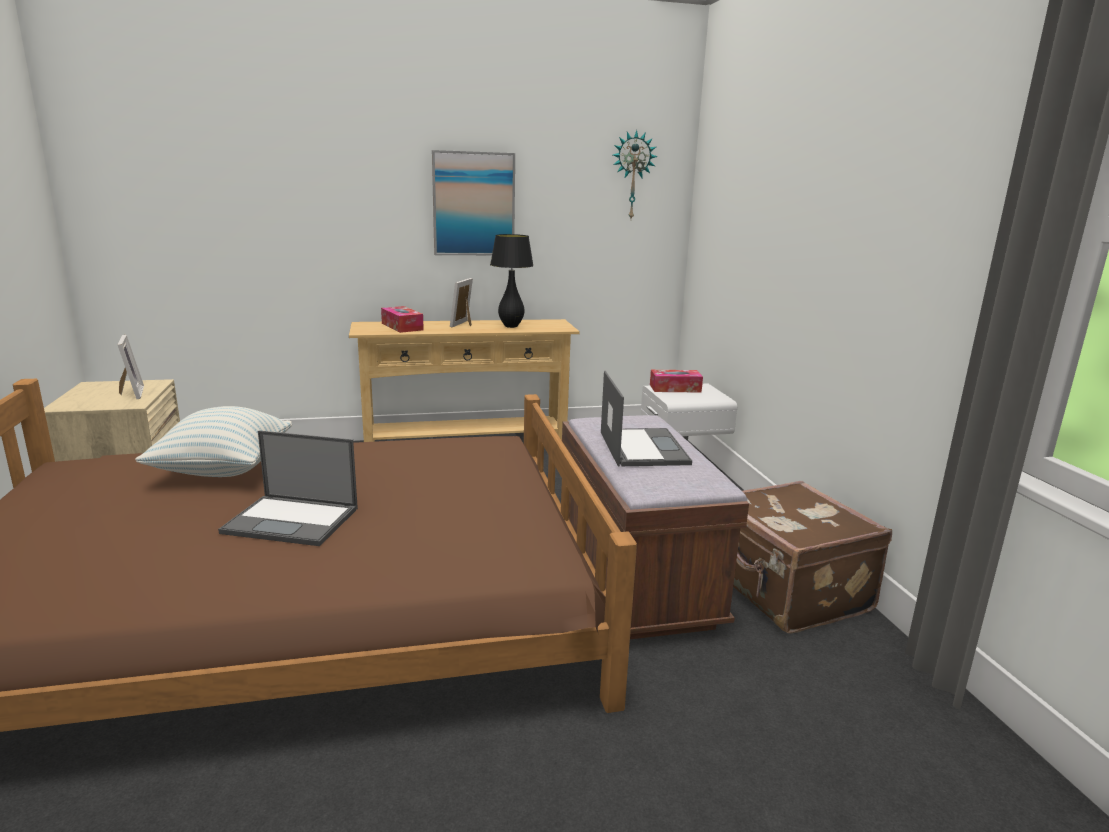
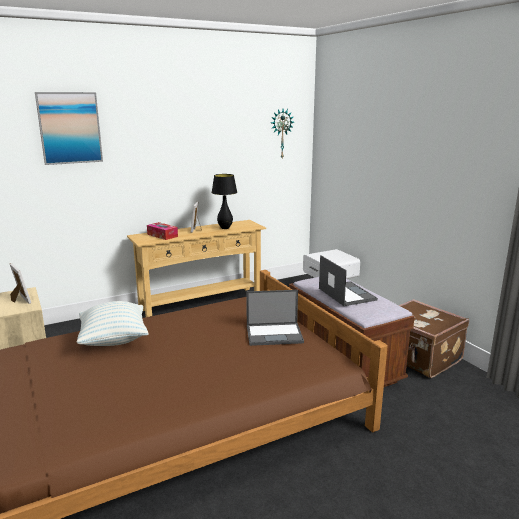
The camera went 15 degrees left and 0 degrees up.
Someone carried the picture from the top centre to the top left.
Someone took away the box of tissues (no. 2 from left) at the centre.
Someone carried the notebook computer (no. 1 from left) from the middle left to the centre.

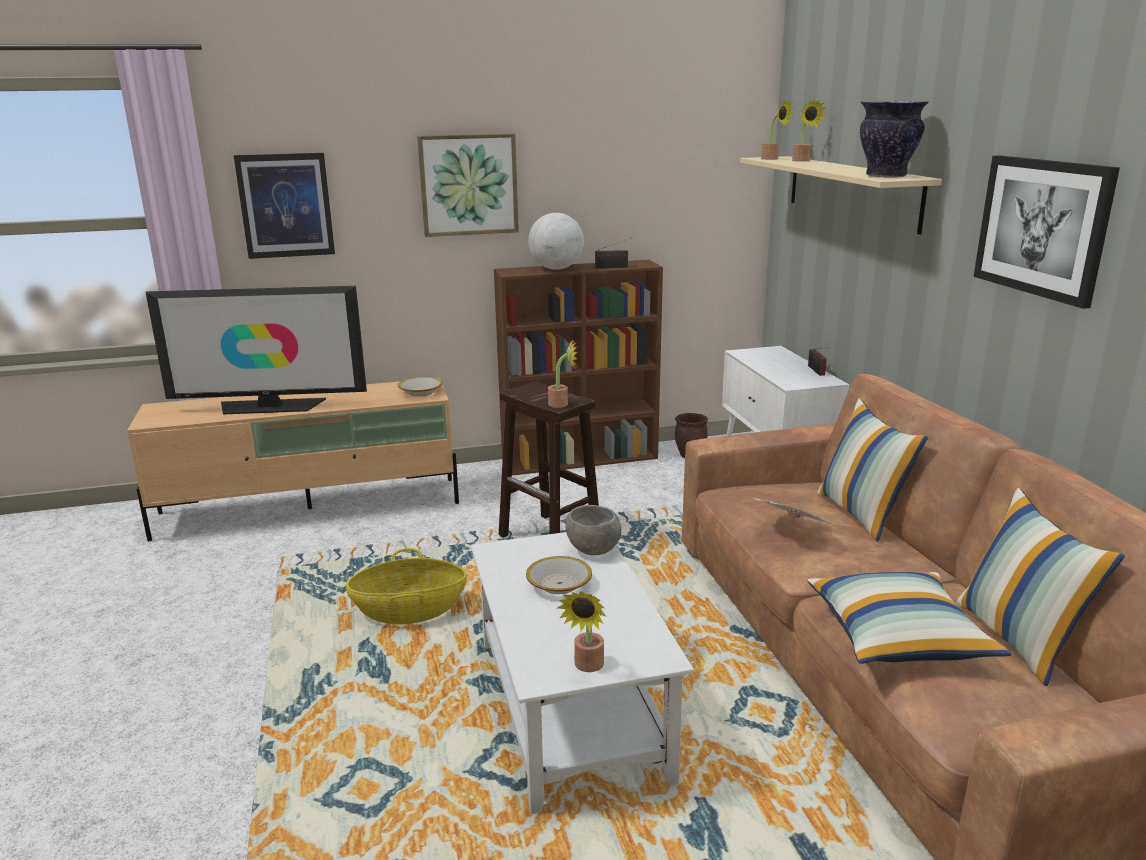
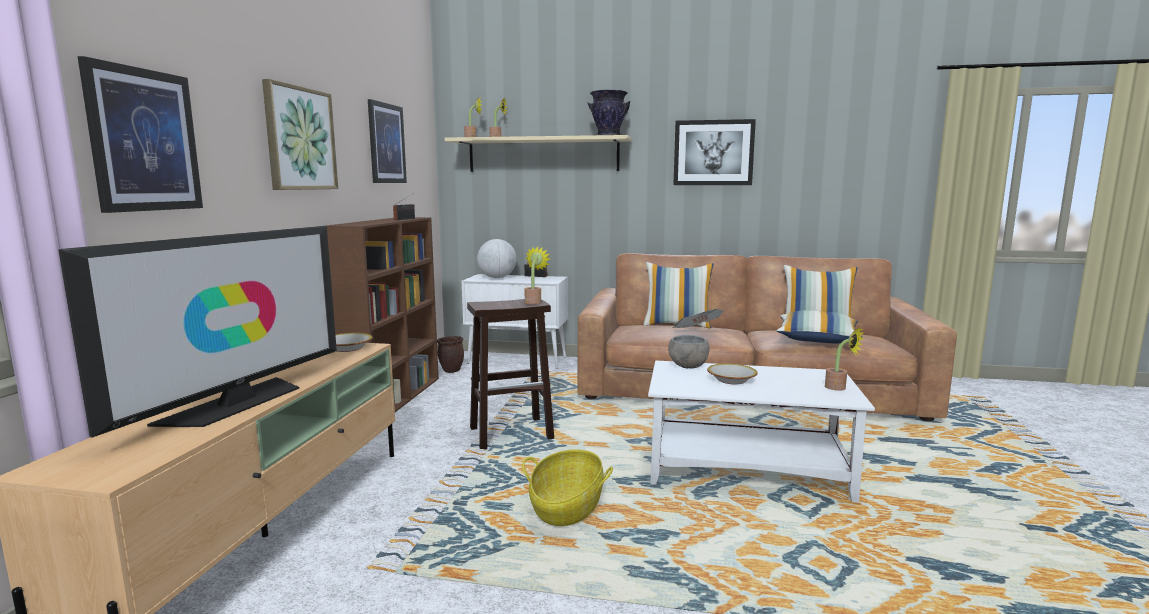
The camera went 65 degrees left and 10 degrees down.
Someone carried the desk globe from the top centre to the centre.
Someone put up the picture (no. 3 from left) at the top centre.

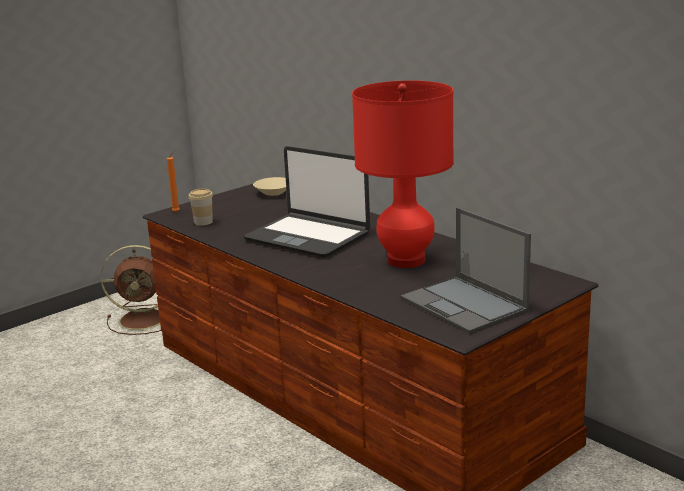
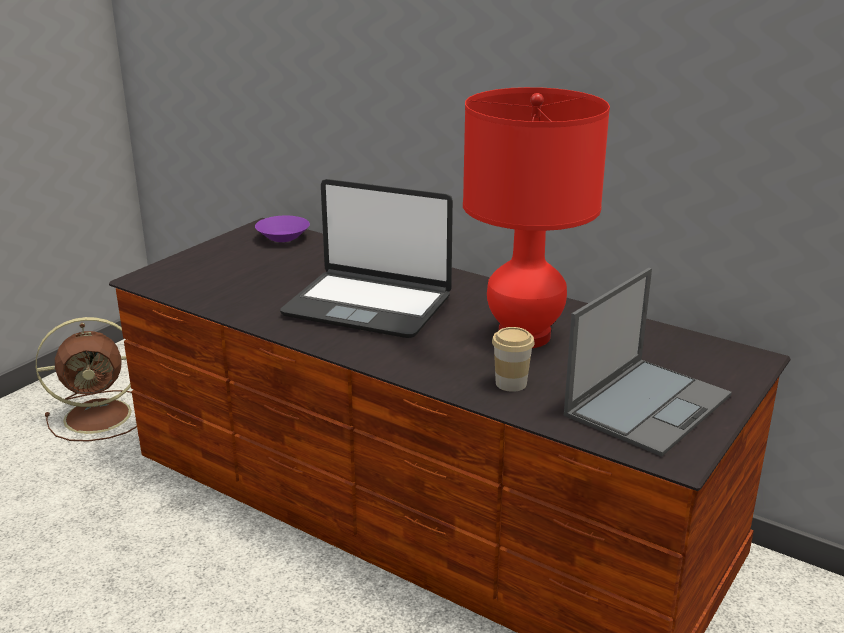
The camera went 15 degrees left and 5 degrees up.
Someone took away the wax candle (orange-coloured) at the middle left.
Someone repainted the serving bowl (sand-coloured) at the centre, which became the serving bowl (purplish) at the centre.
Someone carried the small cup from the middle left to the centre.
Someone rotated the notebook computer (no. 2 from left) at the middle right by 90 degrees counterclockwise.

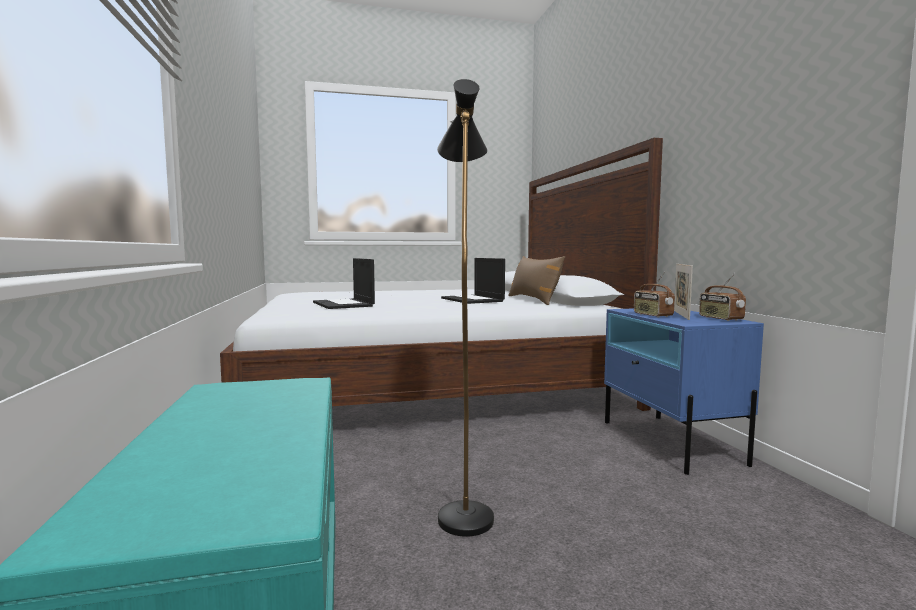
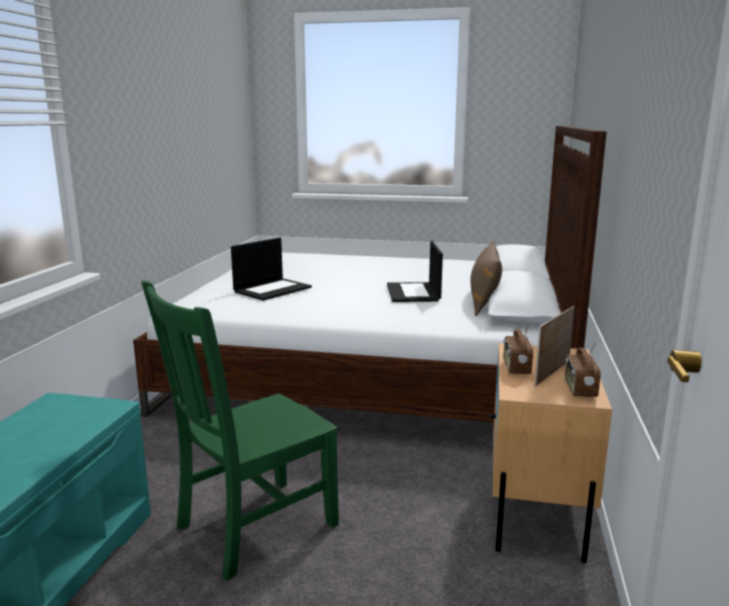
The camera went 25 degrees right and 10 degrees up.
Someone swapped the floor lamp (black) at the centre for the plain chair (green) at the bottom left.
Someone rotated the notebook computer (no. 1 from left) at the centre by 135 degrees counterclockwise.
Someone repainted the night table (bluish) at the middle right, which became the night table (sand-coloured) at the bottom right.

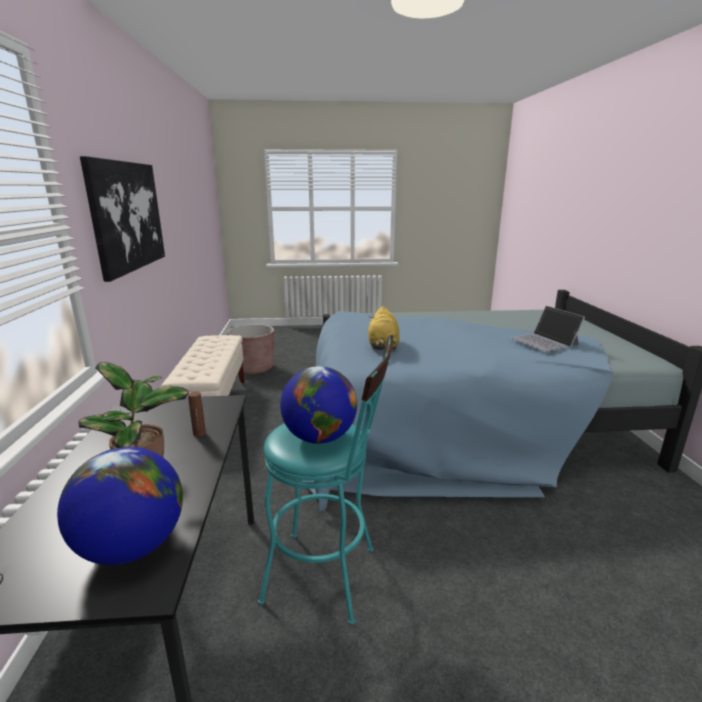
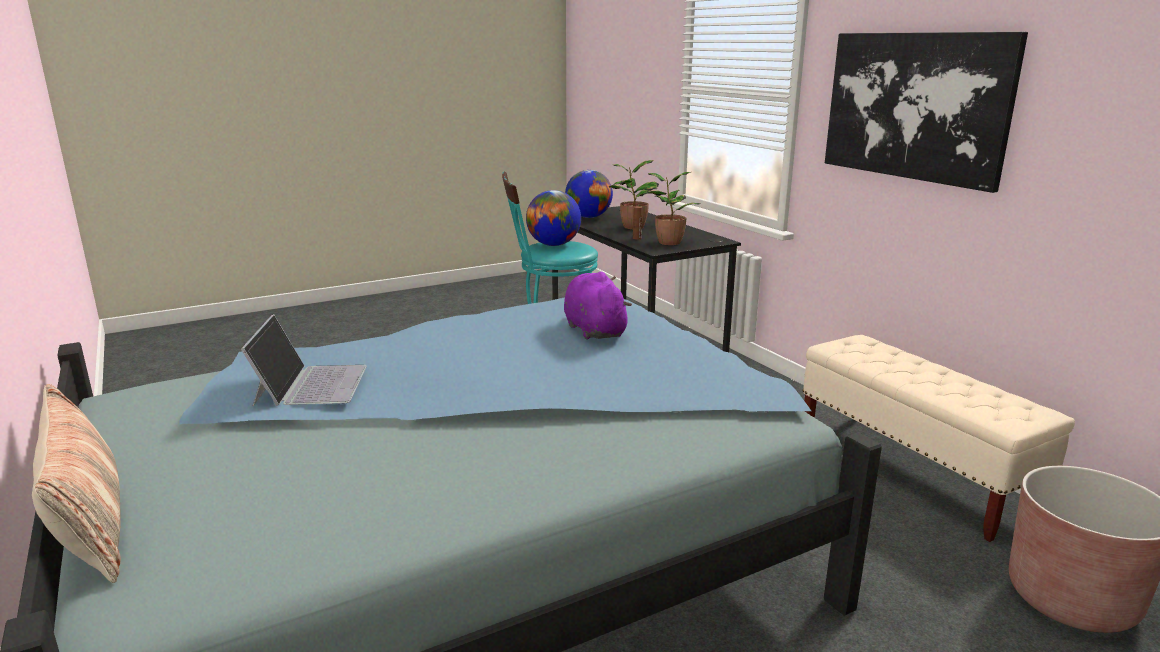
The camera went 155 degrees right and 0 degrees up.
Someone repainted the cuddly toy (yellowish) at the centre, which became the cuddly toy (purplish) at the centre.
Someone rotated the notebook computer at the middle right by 45 degrees clockwise.
Someone put down the plant in a pot (no. 2 from left) at the top centre.
Someone put down the throw pillow at the bottom left.

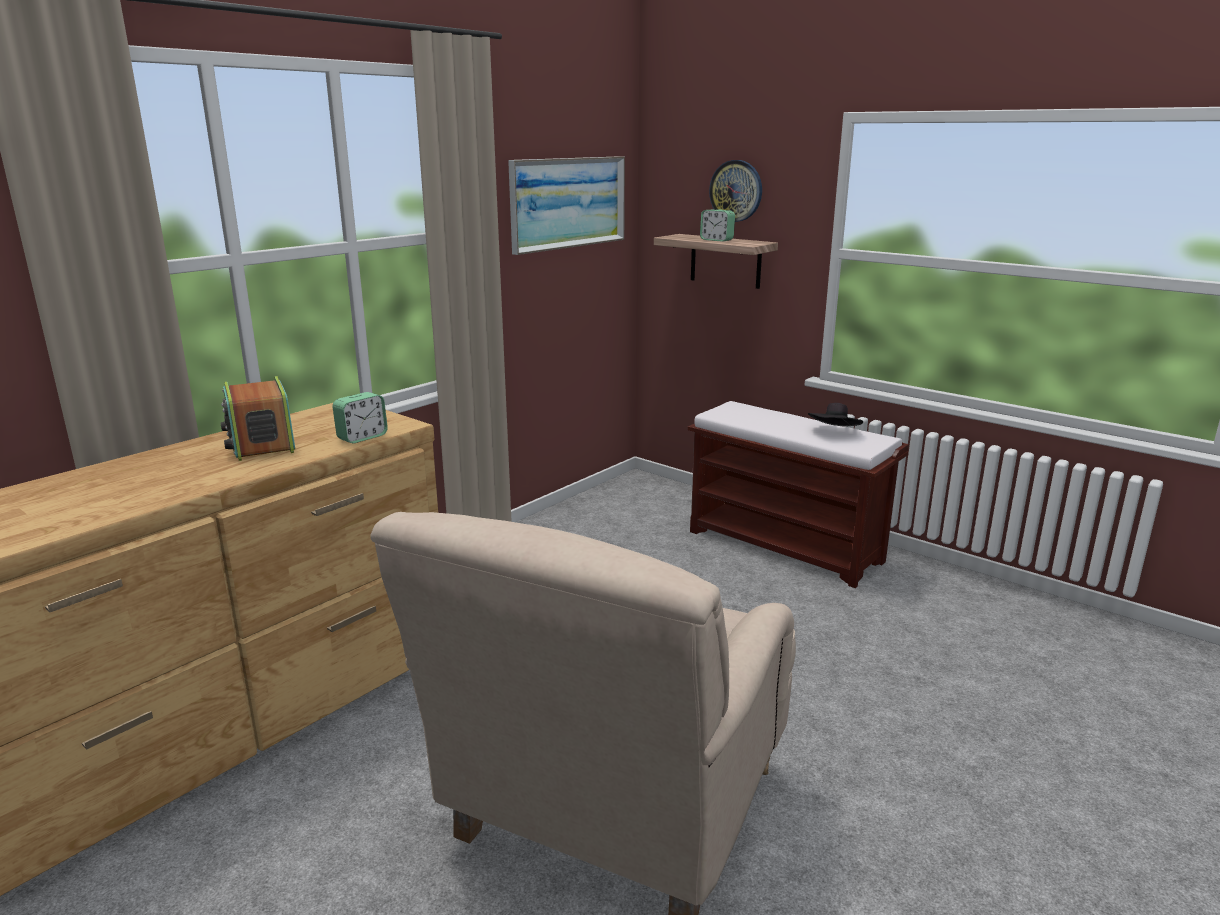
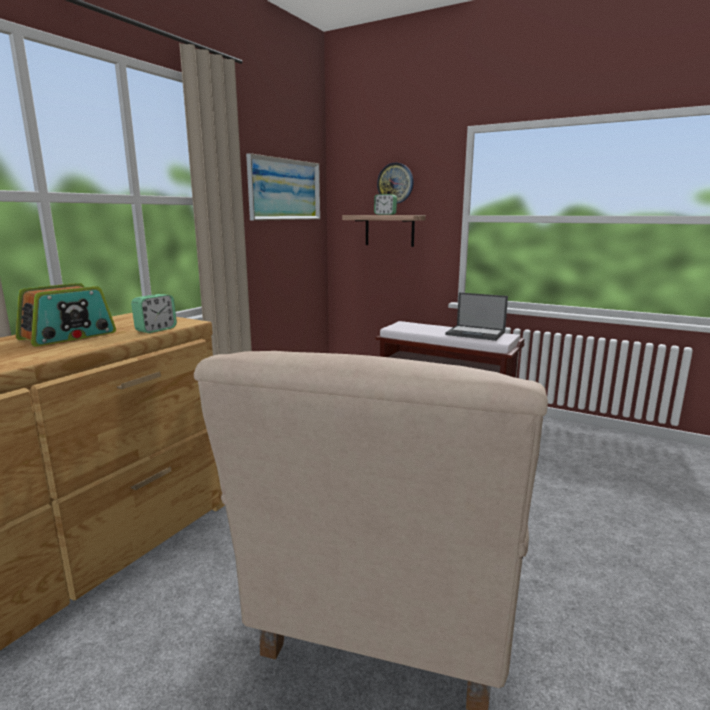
The camera went 10 degrees left and 5 degrees down.
Someone rotated the radio at the middle left by 105 degrees counterclockwise.
Someone swapped the wearable hat (black) at the middle right for the notebook computer at the middle right.

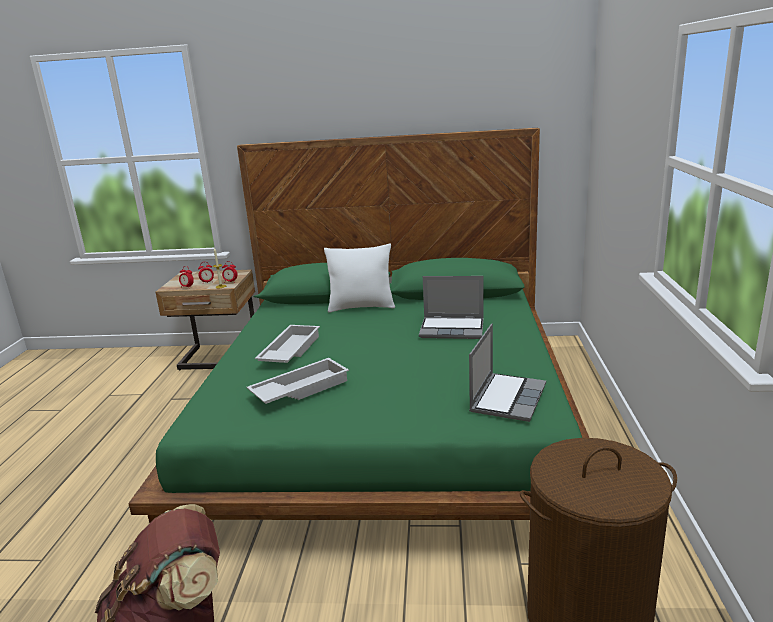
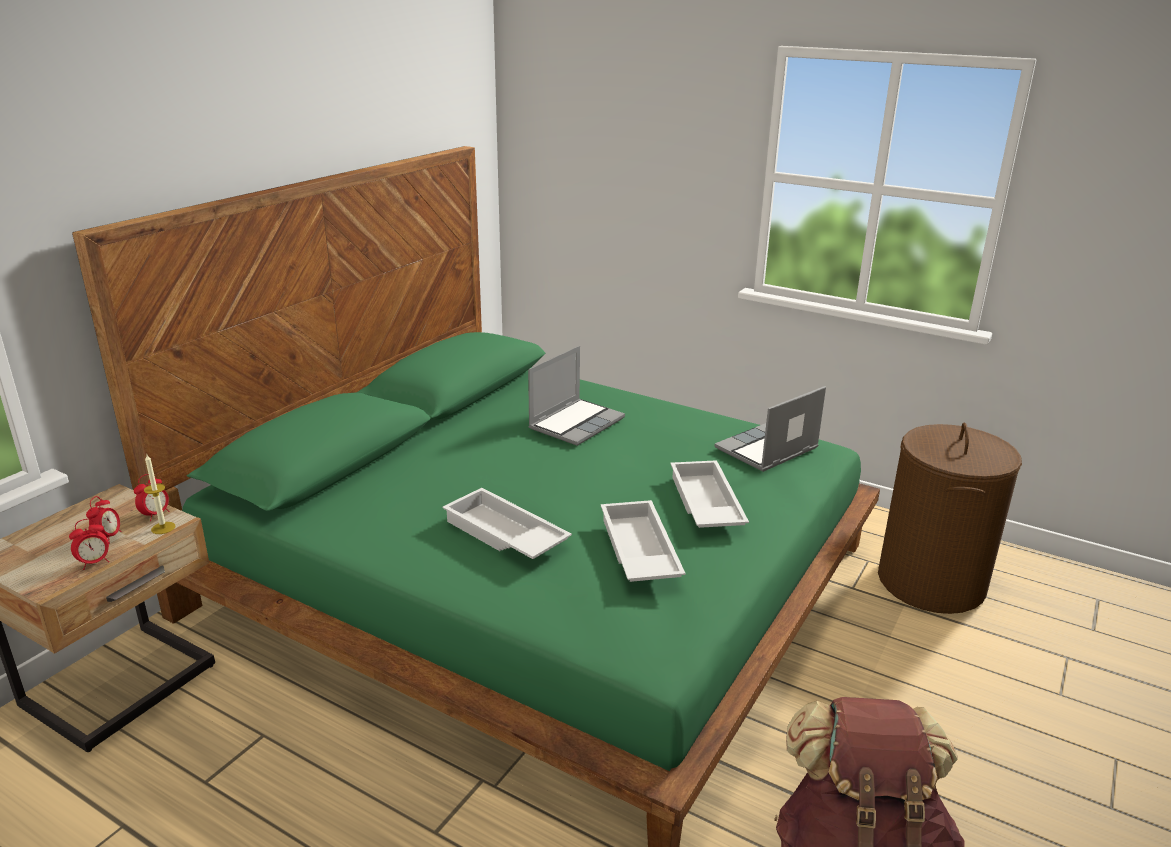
The camera went 65 degrees left and 5 degrees up.
Someone took away the throw pillow (white-coloured) at the centre.
Someone rotated the notebook computer (no. 2 from left) at the centre by 90 degrees counterclockwise.
Someone put down the carrying tray (white-coloured) (no. 3 from left) at the centre.

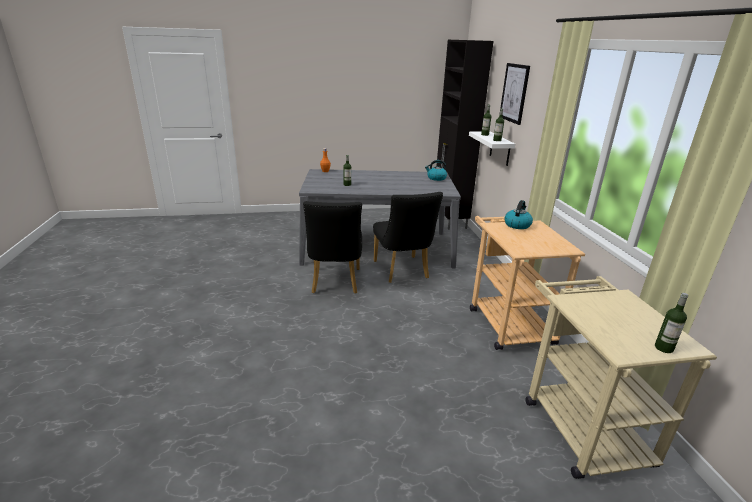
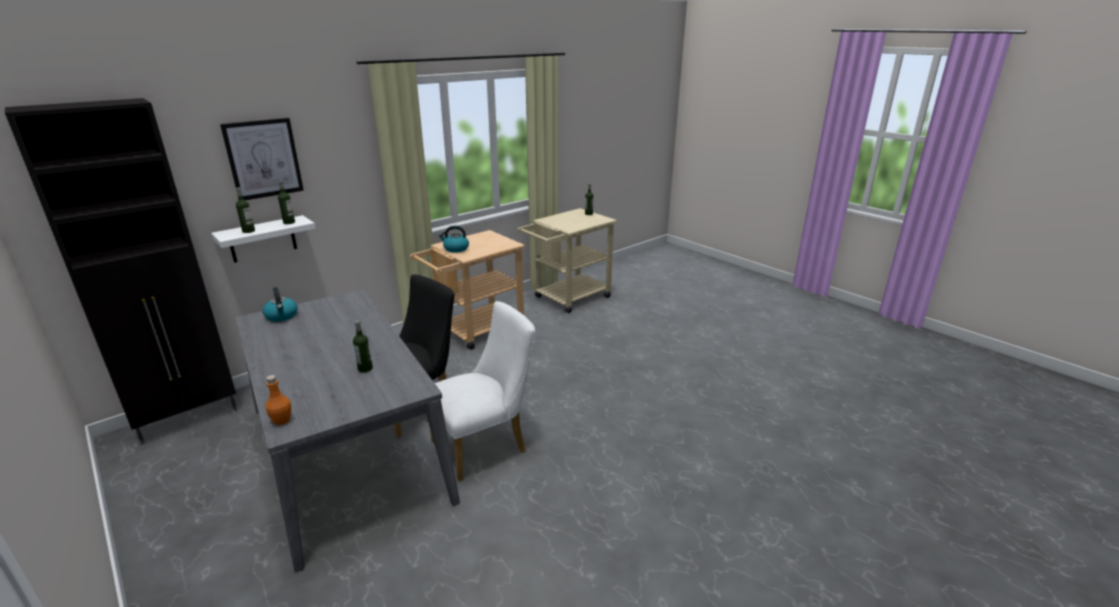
The camera went 120 degrees left and 0 degrees up.
Someone repainted the plain chair (black) (no. 1 from left) at the centre, which became the plain chair (white-coloured) at the centre.

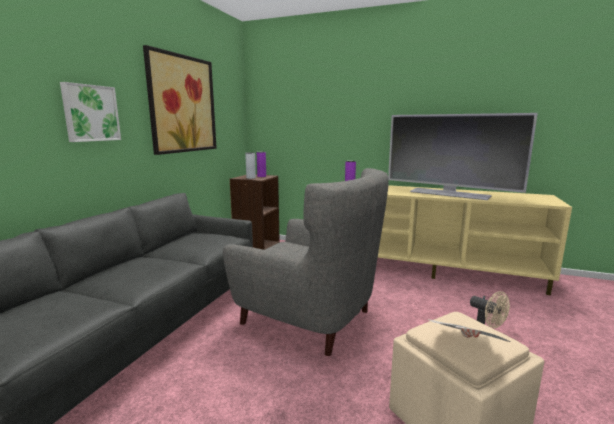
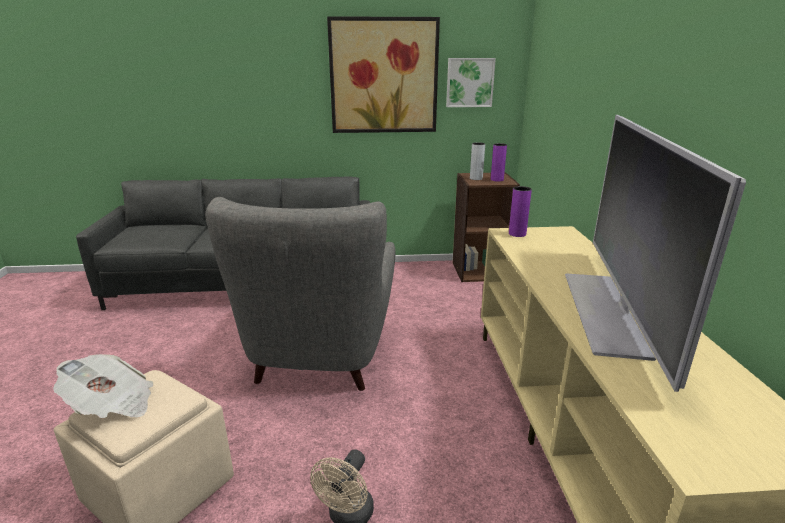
The camera went 65 degrees right and 10 degrees up.
Someone carried the picture (no. 1 from left in the first image) from the top left to the top centre.

